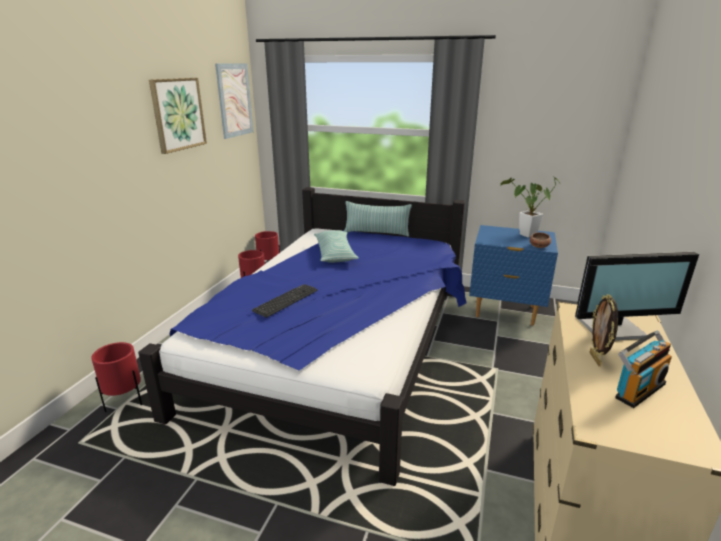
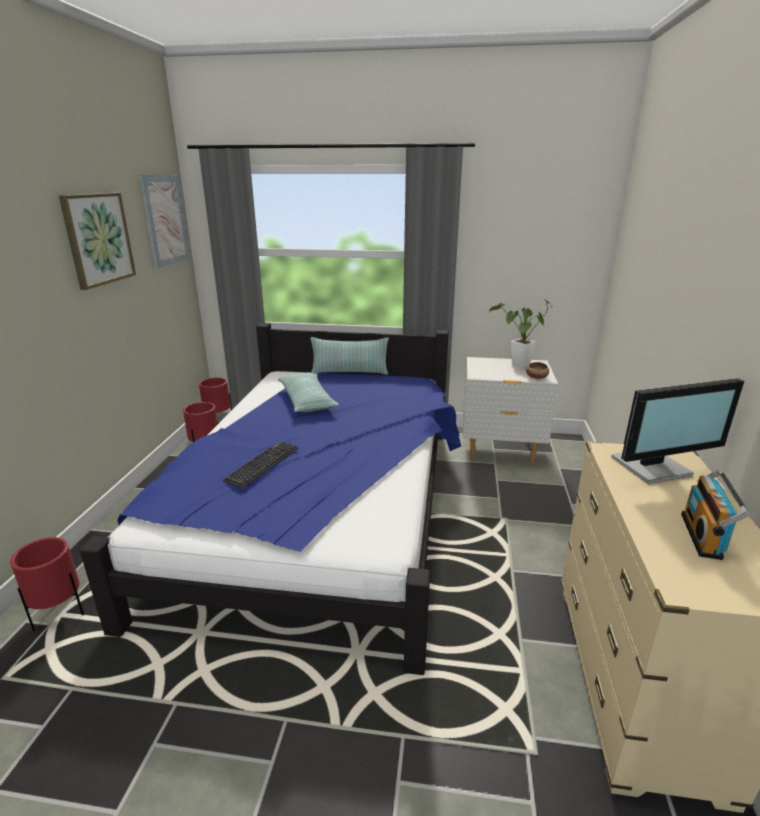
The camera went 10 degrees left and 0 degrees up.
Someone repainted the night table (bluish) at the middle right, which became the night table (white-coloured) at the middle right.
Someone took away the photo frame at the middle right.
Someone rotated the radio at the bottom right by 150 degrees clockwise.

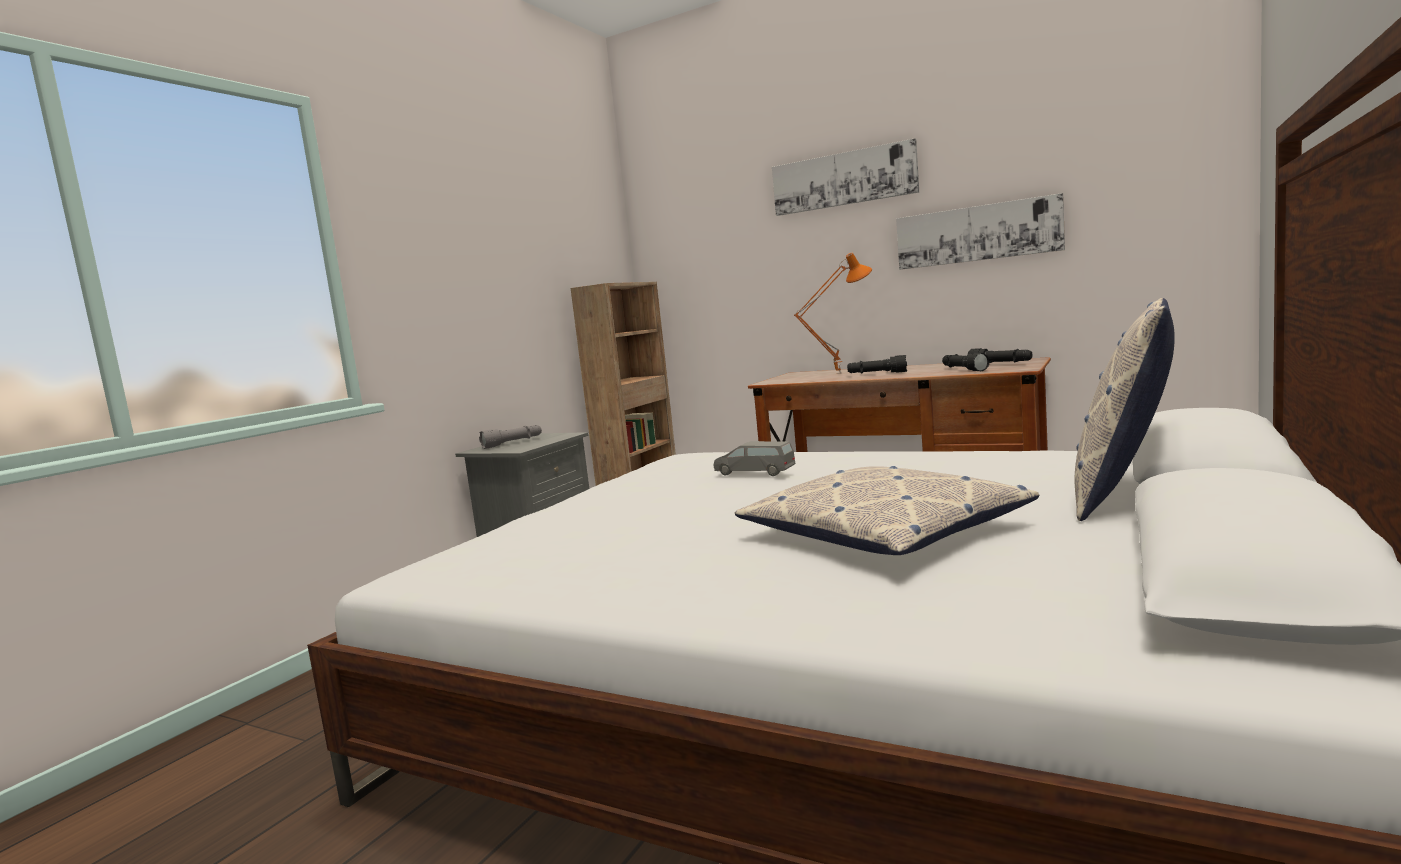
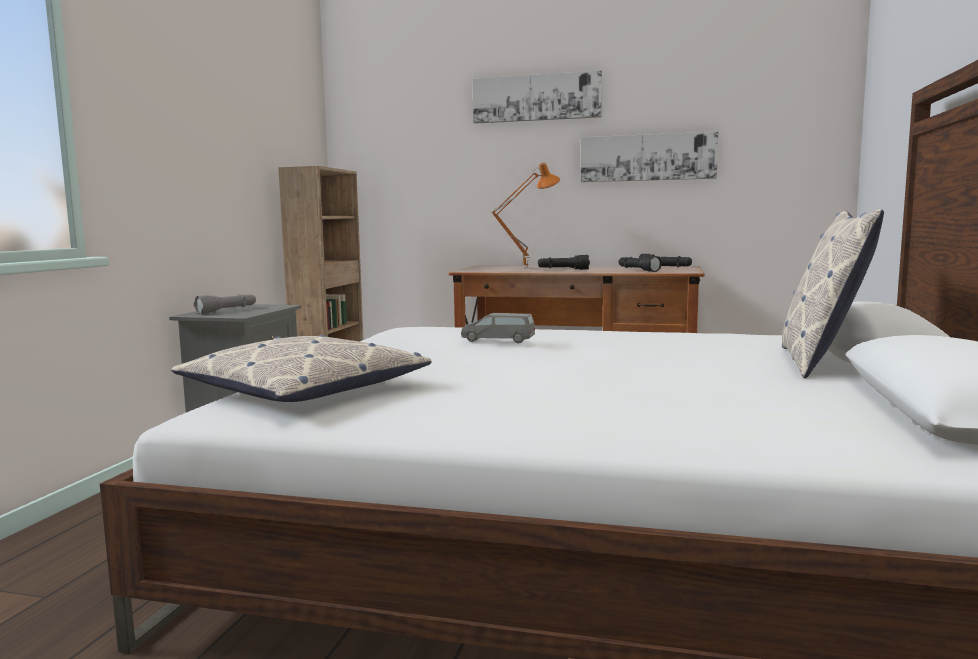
The camera went 15 degrees left and 0 degrees up.
Someone carried the throw pillow (no. 1 from left) from the centre to the middle left.

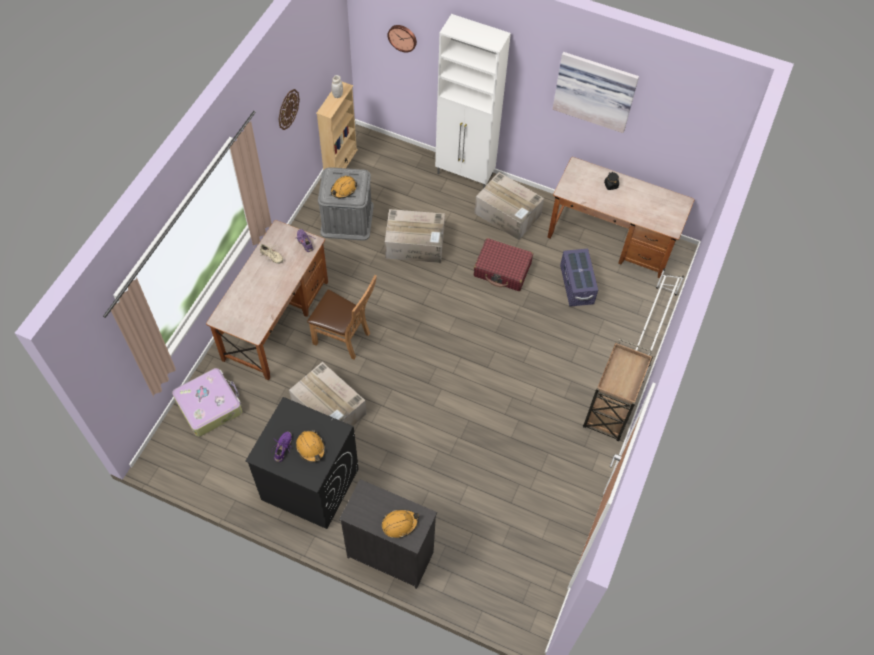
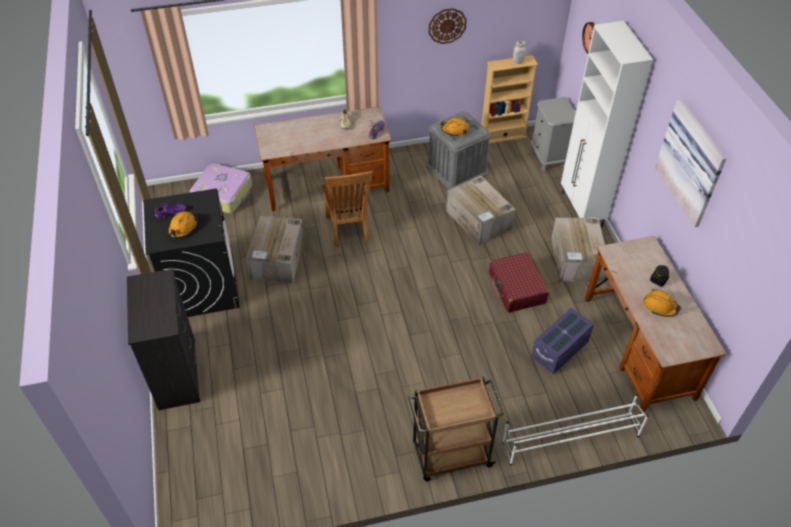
The camera went 55 degrees right and 10 degrees down.
Someone carried the safety helmet (orange-coloured) (no. 3 from left) from the bottom centre to the middle right.
Someone put down the night table (greyish) at the top right.

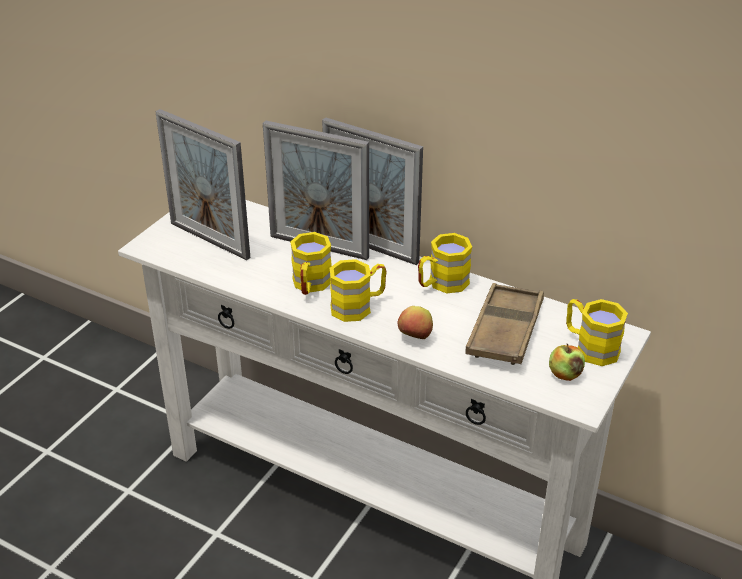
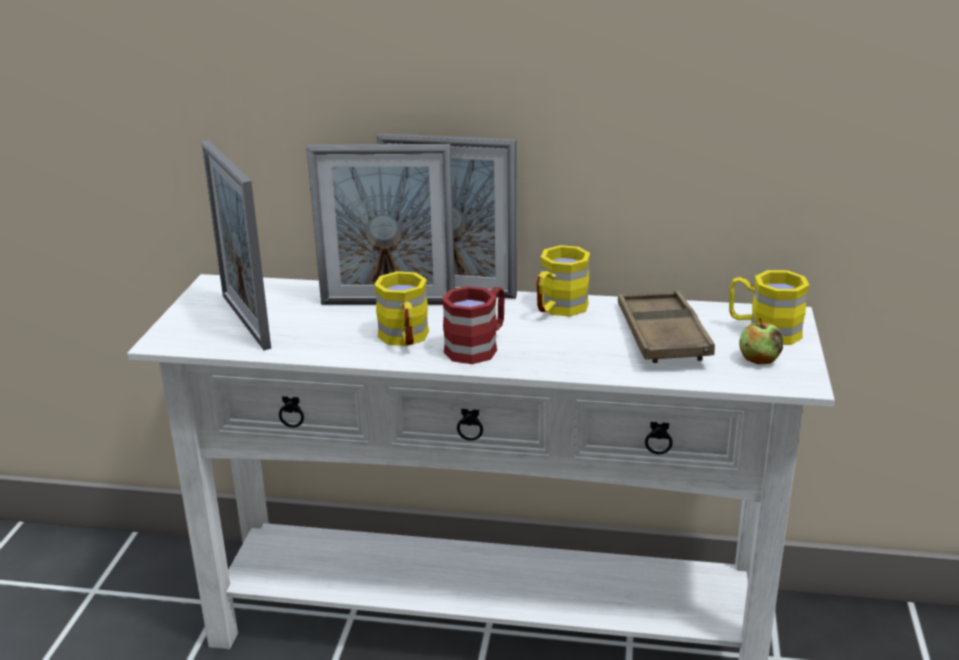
The camera went 20 degrees left and 10 degrees down.
Someone rotated the photo frame (no. 1 from left) at the top left by 45 degrees clockwise.
Someone repainted the tea mug (yellowish) (no. 2 from left) at the centre, which became the tea mug (reddish) at the centre.
Someone took away the apple fruit (no. 1 from left) at the centre.

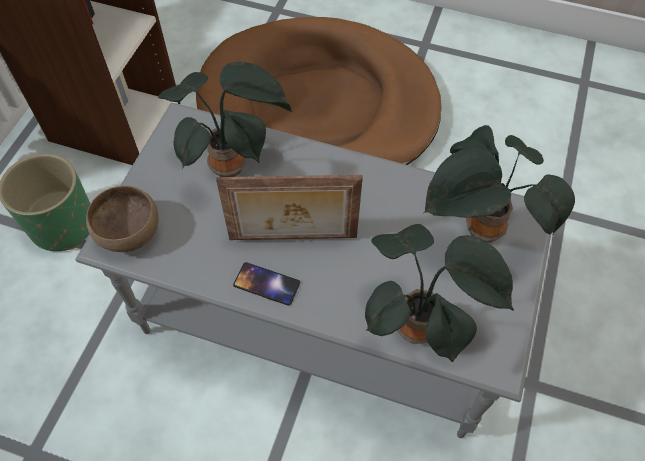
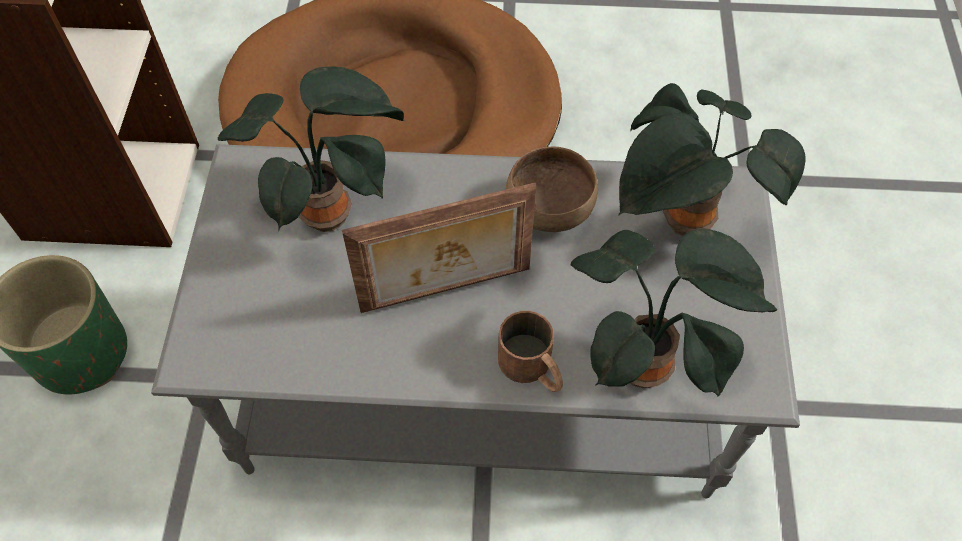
The camera went 15 degrees left and 0 degrees up.
Someone carried the serving bowl (brownish) from the middle left to the centre.
Someone took away the phone at the centre.
Someone put down the tea mug (brownish) at the centre.

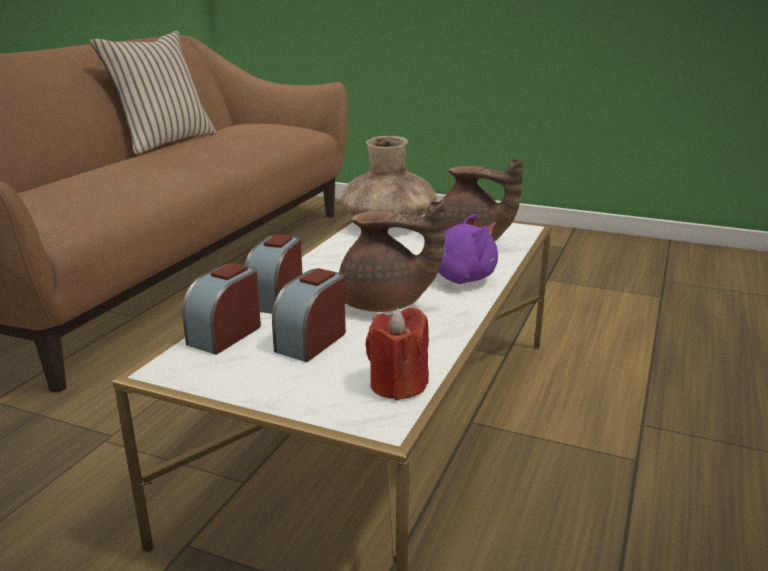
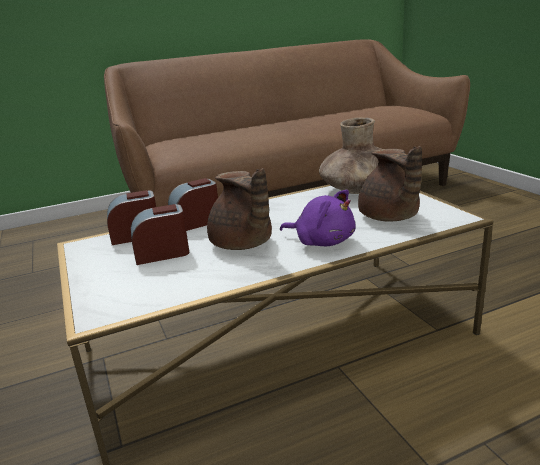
The camera went 45 degrees right and 0 degrees up.
Someone took away the throw pillow (sand-coloured) at the top left.
Someone took away the wax candle (reddish) at the centre.

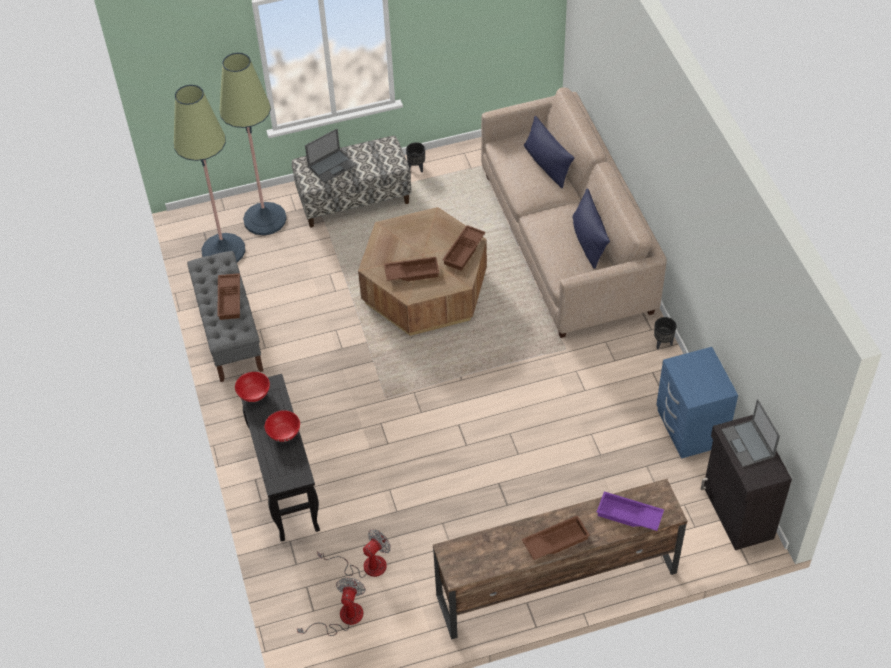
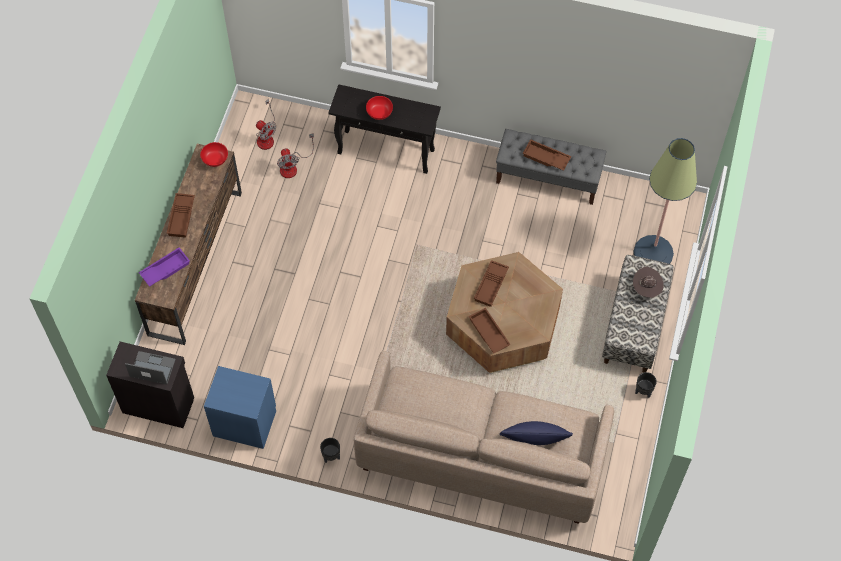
The camera went 120 degrees right and 10 degrees up.
Someone took away the floor lamp (no. 1 from left) at the top left.
Someone swapped the notebook computer (no. 1 from left) at the top centre for the wearable hat (brownish) at the middle right.
Someone took away the throw pillow (bluish) (no. 2 from left) at the centre.
Someone carried the serving bowl (reddish) (no. 1 from left) from the middle left to the top left.

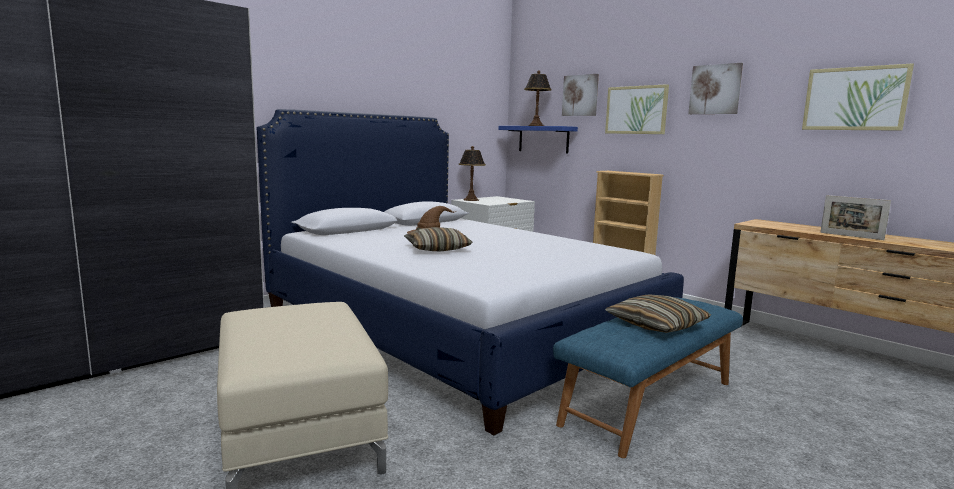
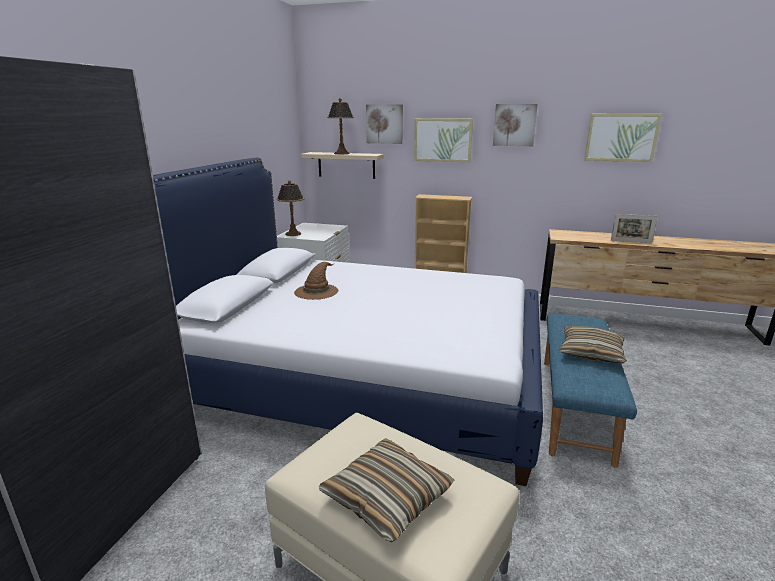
The camera went 30 degrees left and 10 degrees up.
Someone repainted the wall shelf (bluish) at the top centre, which became the wall shelf (sand-coloured) at the top centre.
Someone carried the throw pillow (no. 1 from left) from the centre to the bottom centre.

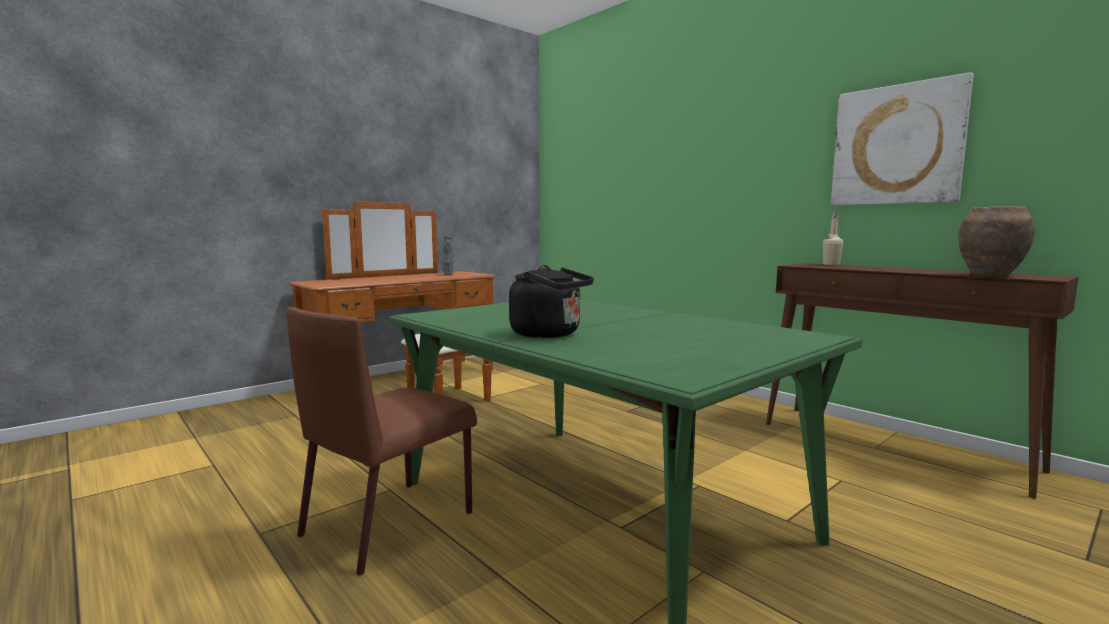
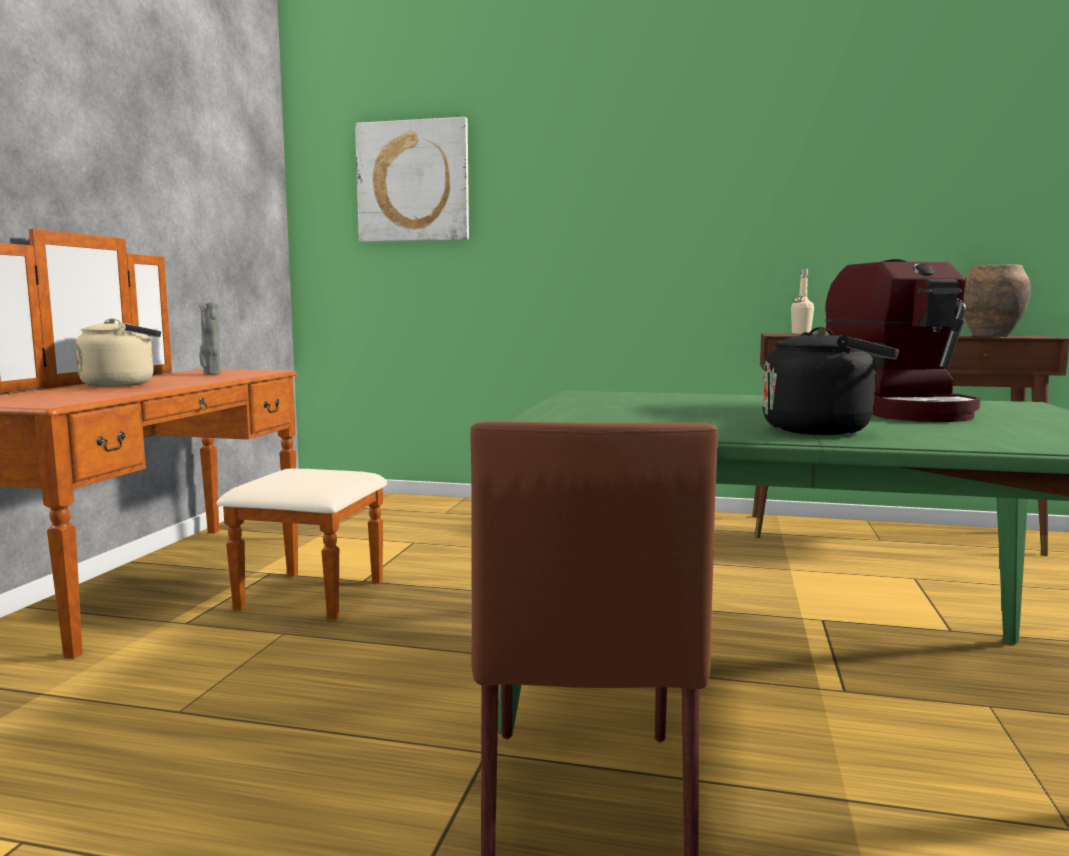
The camera went 35 degrees left and 0 degrees up.
Someone carried the picture from the top right to the top centre.
Someone put down the coffee machine at the middle right.
Someone put down the water kettle (sand-coloured) at the middle left.

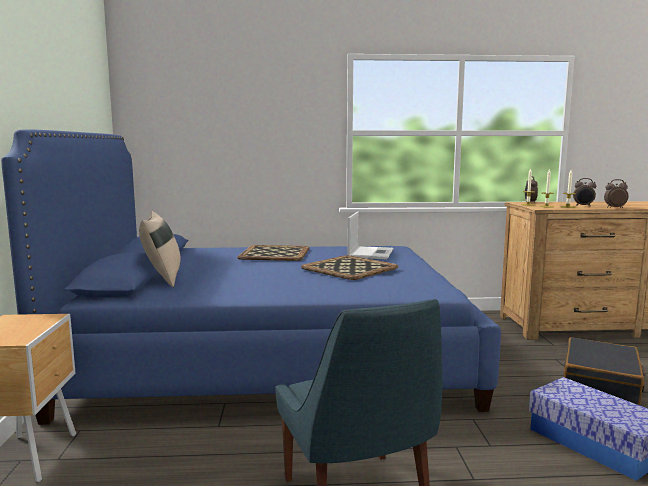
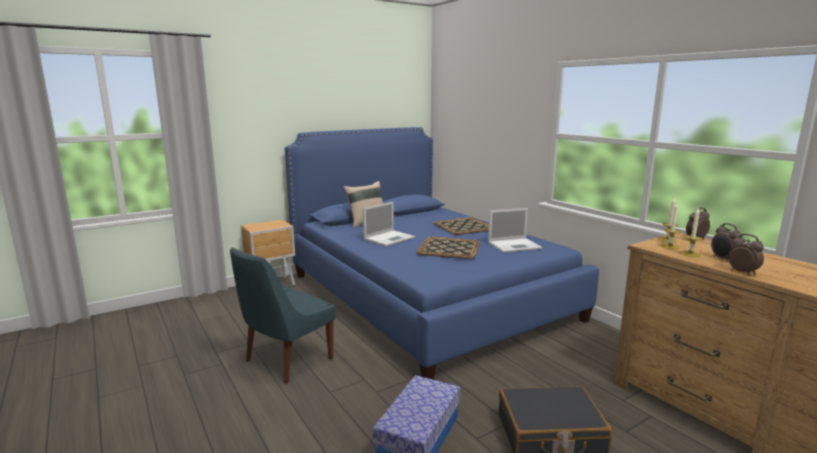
The camera went 60 degrees right and 5 degrees up.
Someone put down the notebook computer (no. 1 from left) at the centre.

